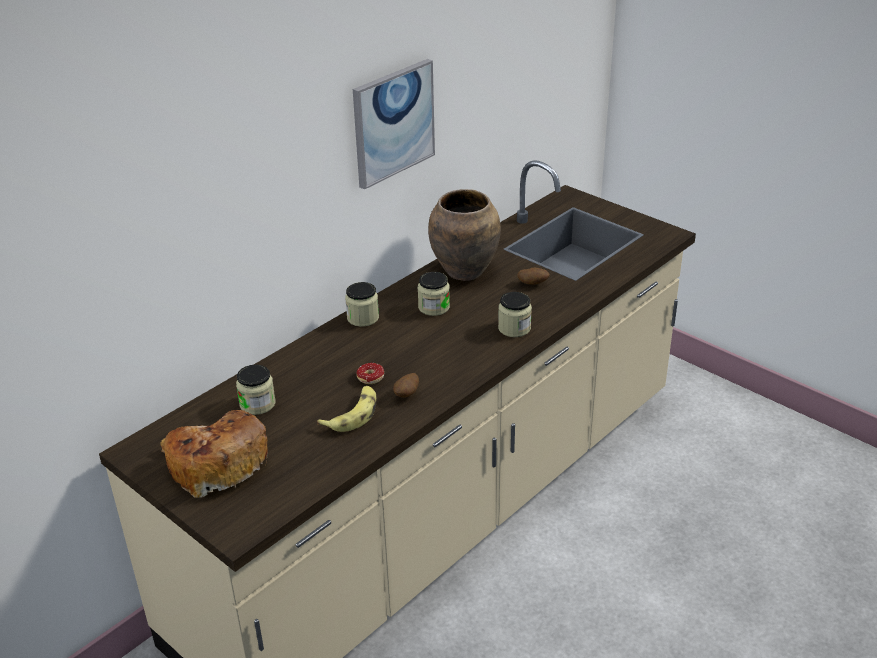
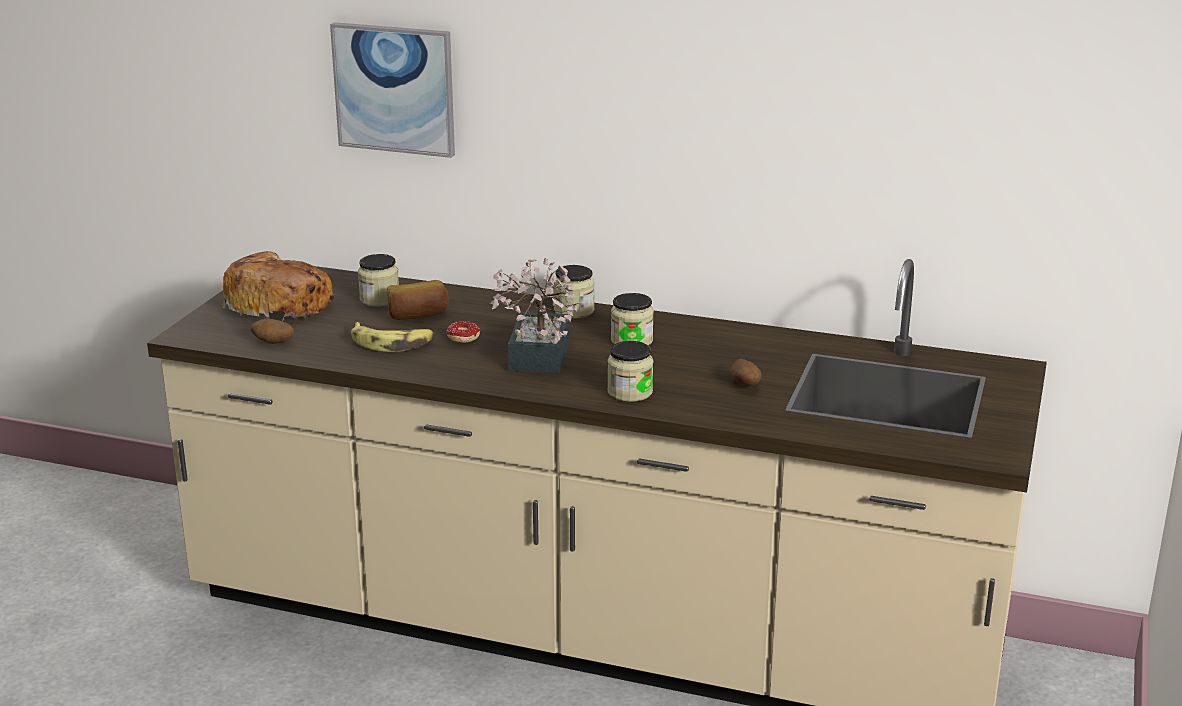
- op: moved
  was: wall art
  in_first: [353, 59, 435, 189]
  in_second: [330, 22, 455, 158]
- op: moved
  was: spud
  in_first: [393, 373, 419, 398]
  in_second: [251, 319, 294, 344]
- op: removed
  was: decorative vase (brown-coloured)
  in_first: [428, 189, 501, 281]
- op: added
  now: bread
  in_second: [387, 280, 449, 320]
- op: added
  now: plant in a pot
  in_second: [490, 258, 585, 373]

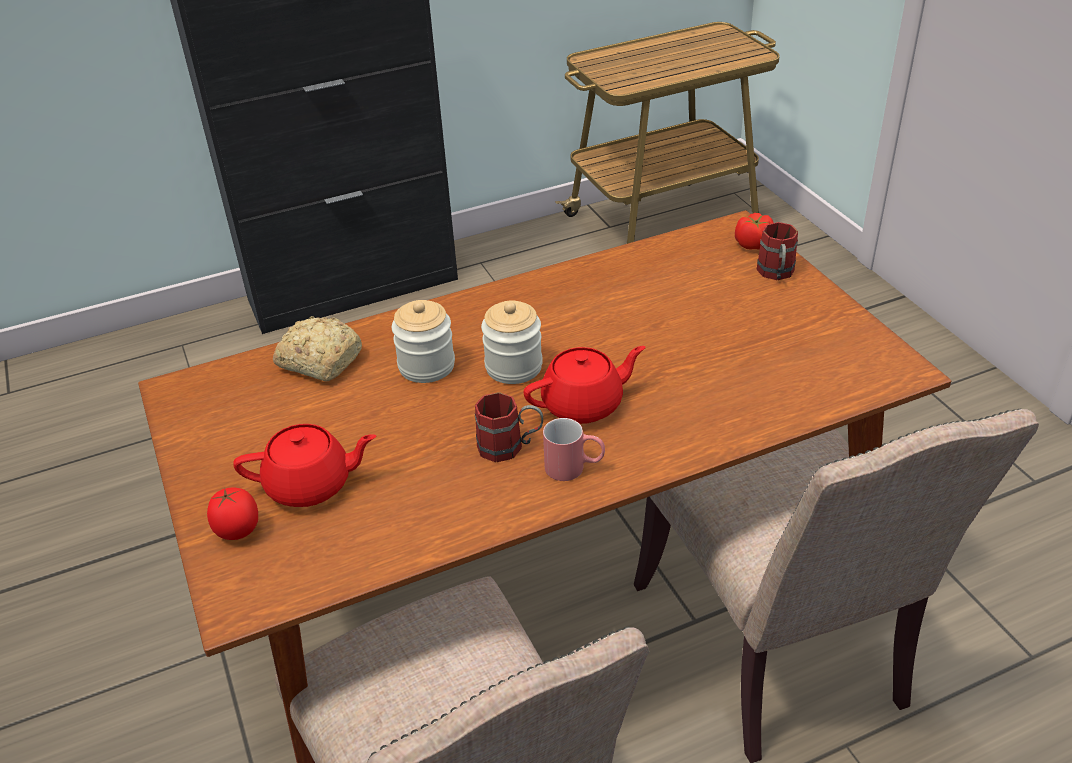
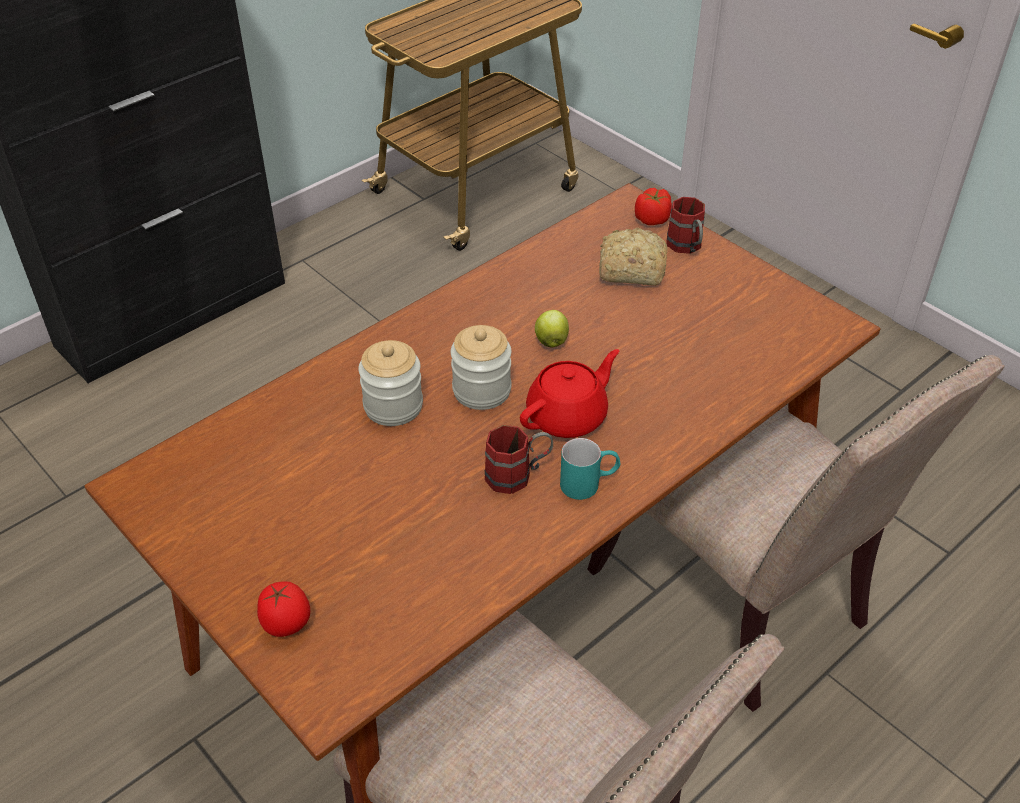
- op: removed
  was: tea pot (red-coloured)
  in_first: [233, 424, 376, 507]
- op: moved
  was: bread
  in_first: [273, 316, 362, 381]
  in_second: [599, 228, 668, 286]
- op: recoloured
  was: tea mug (red-coloured)
  now: tea mug (blue-green)
  in_first: [543, 418, 605, 481]
  in_second: [560, 438, 620, 500]
- op: added
  now: apple fruit
  in_second: [535, 310, 569, 348]

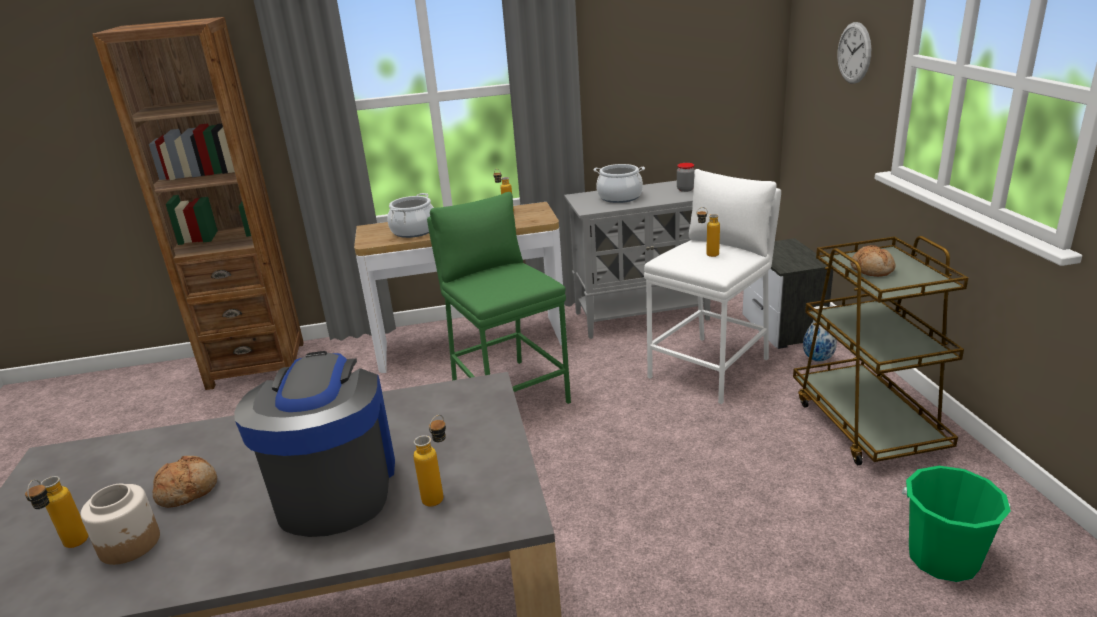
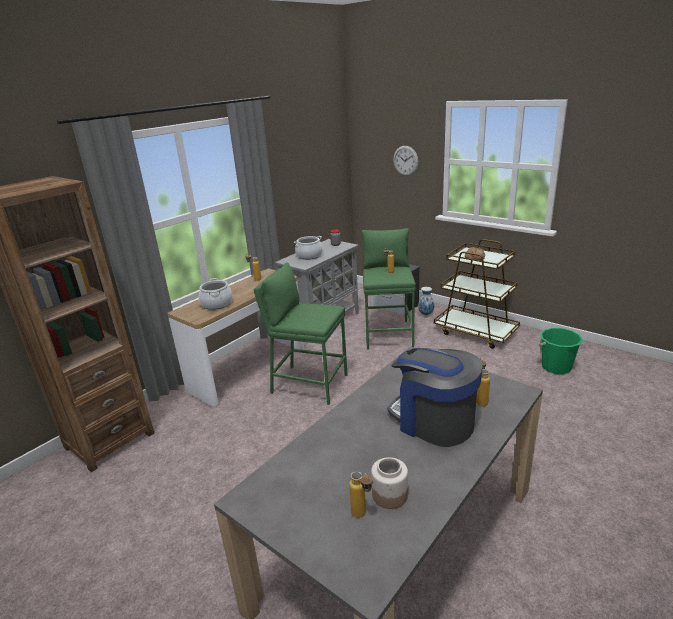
- op: removed
  was: bread
  in_first: [153, 456, 217, 508]
- op: recoloured
  was: stool (white)
  now: stool (greenish)
  in_first: [644, 169, 781, 404]
  in_second: [362, 228, 416, 349]

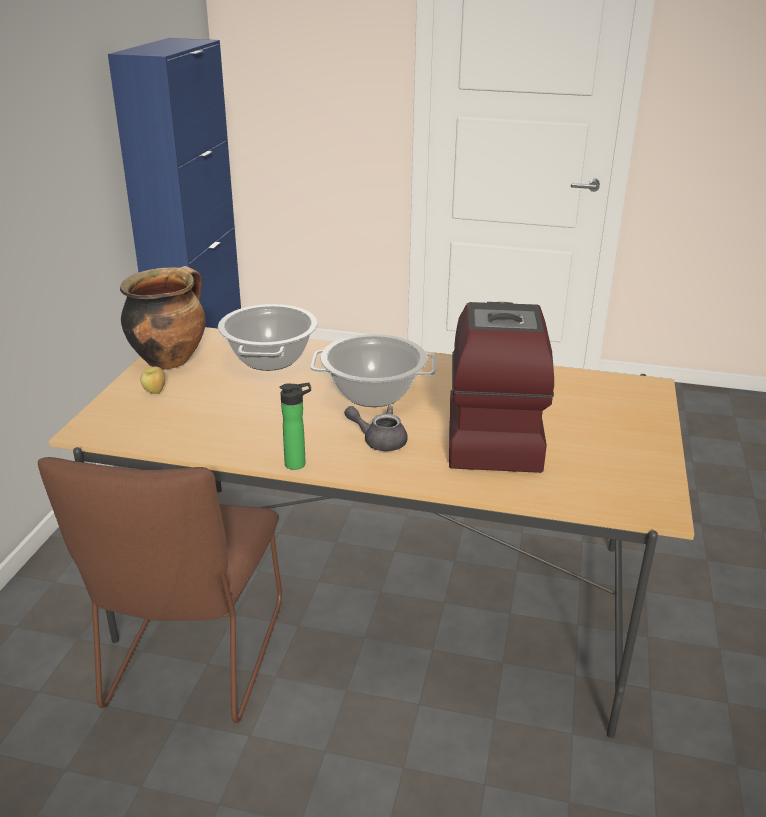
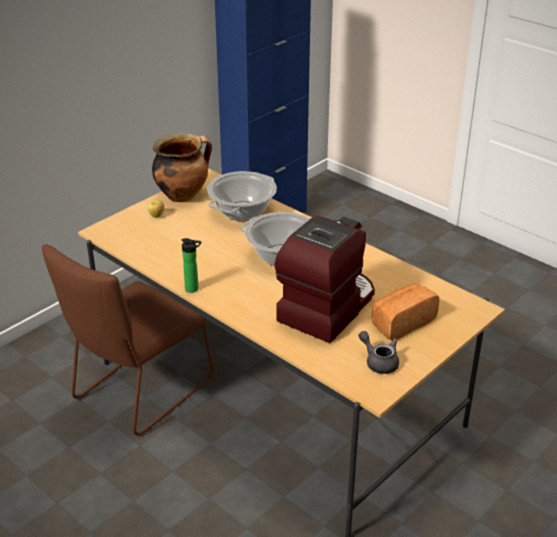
- op: moved
  was: tea pot (greyish)
  in_first: [344, 406, 408, 451]
  in_second: [359, 331, 399, 374]
- op: added
  now: bread
  in_second: [371, 283, 439, 341]

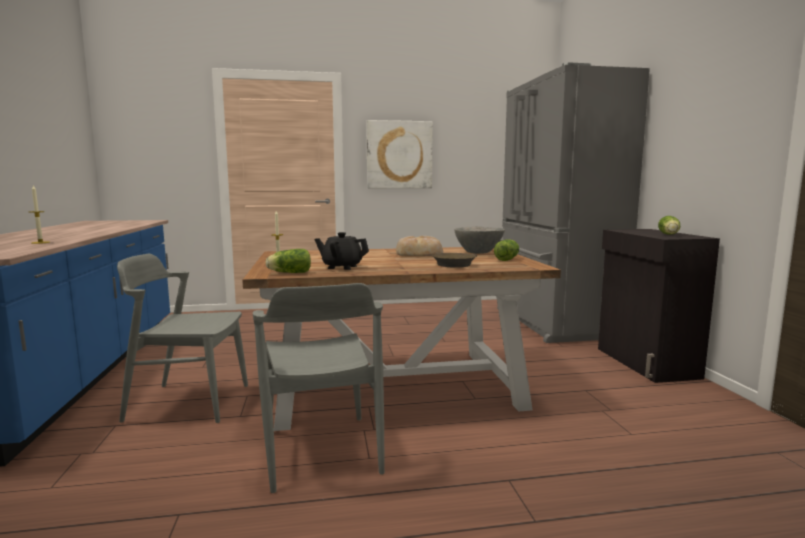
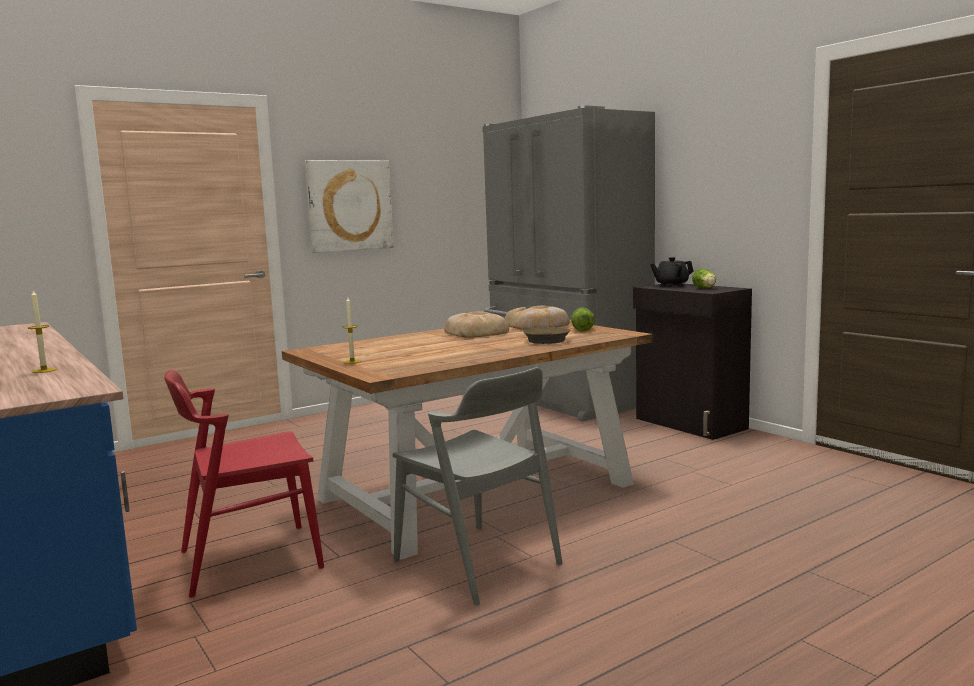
- op: recoloured
  was: plain chair (greyish)
  now: plain chair (red-coloured)
  in_first: [117, 254, 248, 423]
  in_second: [164, 370, 324, 598]
- op: removed
  was: lettuce
  in_first: [265, 249, 311, 273]
- op: moved
  was: tea pot (black-coloured)
  in_first: [314, 232, 369, 270]
  in_second: [650, 257, 694, 287]
- op: replaced
  was: deep dish (greyish)
  now: bread
  in_first: [454, 226, 505, 254]
  in_second: [504, 306, 570, 330]

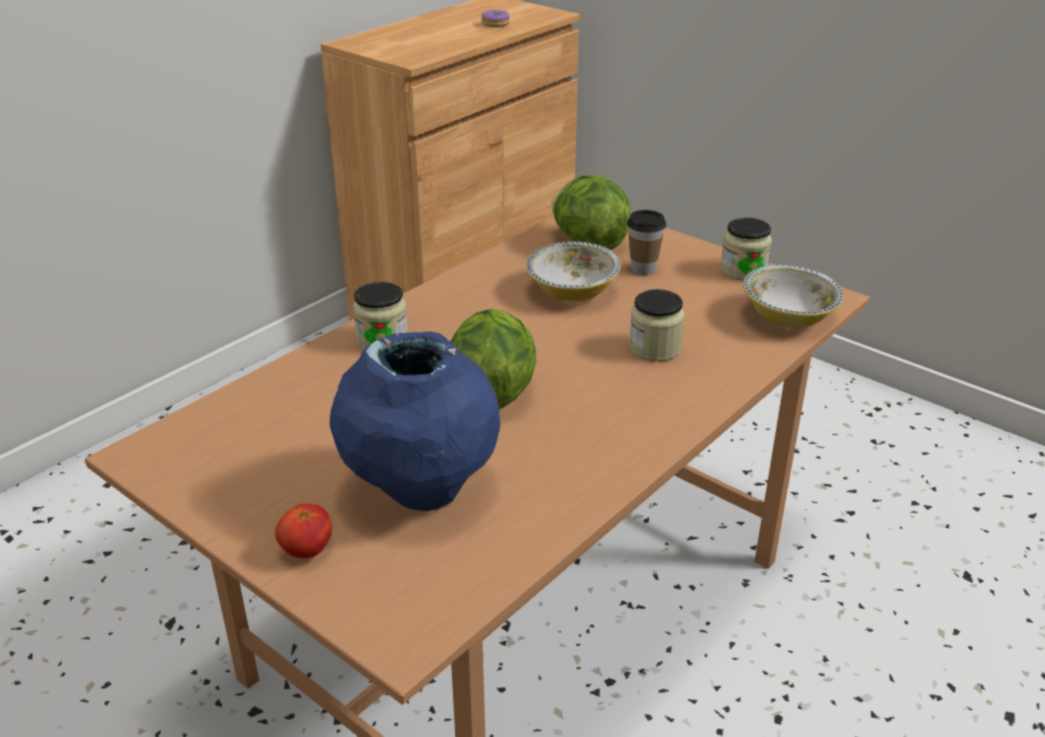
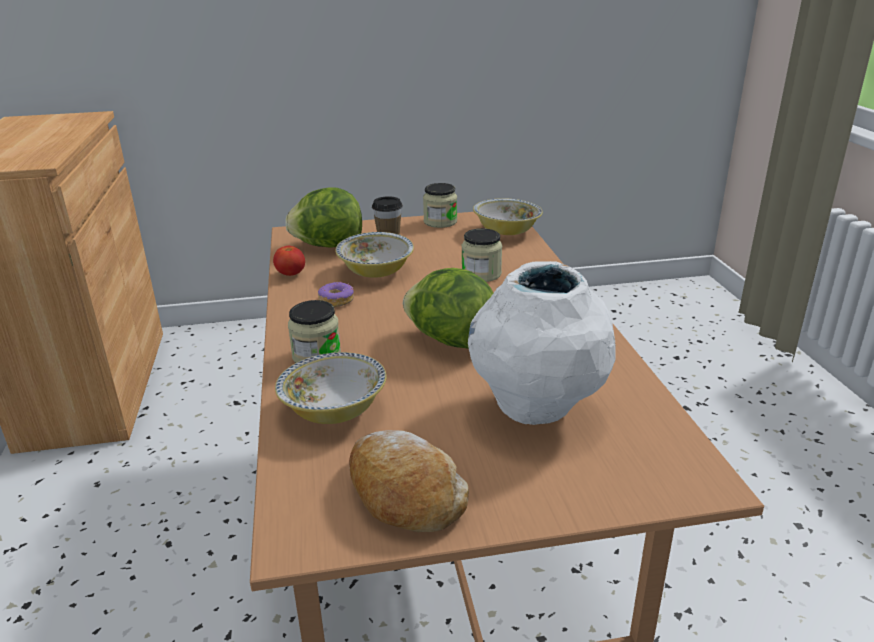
- op: moved
  was: fresh tomato
  in_first: [275, 503, 332, 558]
  in_second: [273, 246, 305, 276]
- op: recoloured
  was: decorative vase (bluish)
  now: decorative vase (white)
  in_first: [330, 331, 500, 511]
  in_second: [468, 261, 615, 425]
- op: moved
  was: donut
  in_first: [481, 9, 510, 27]
  in_second: [318, 282, 354, 307]
- op: added
  now: deep dish
  in_second: [275, 352, 387, 424]
- op: added
  now: bread
  in_second: [349, 430, 469, 532]

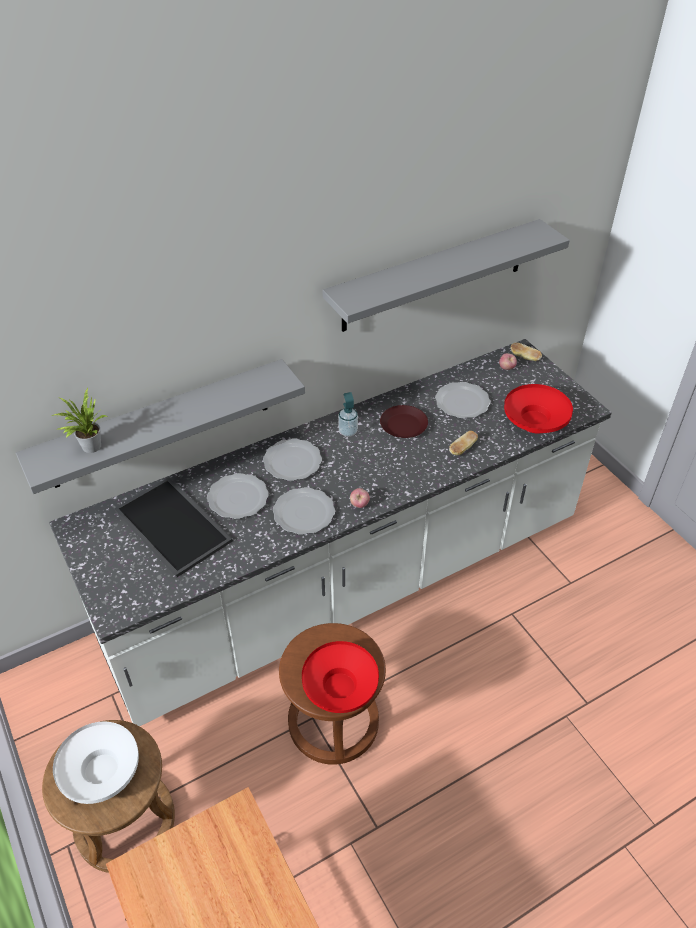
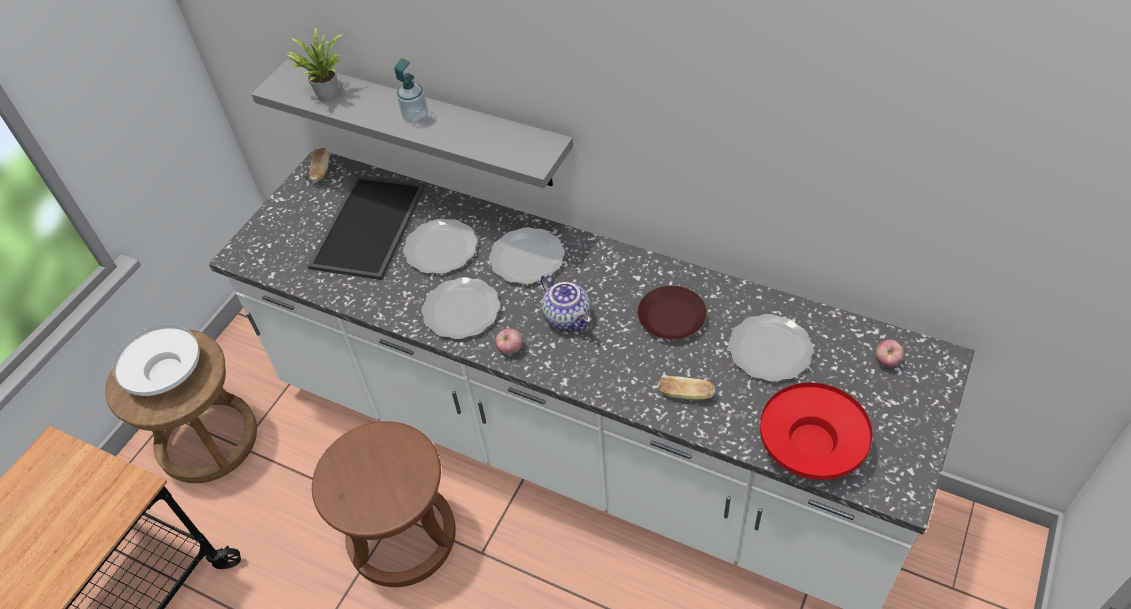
- op: removed
  was: deep dish (red-coloured)
  in_first: [302, 641, 379, 713]
- op: removed
  was: shelf (greyish)
  in_first: [322, 219, 570, 332]
- op: moved
  was: liquid soap bottle
  in_first: [338, 392, 358, 437]
  in_second: [394, 58, 428, 124]
- op: moved
  was: bread
  in_first: [510, 343, 542, 361]
  in_second: [309, 148, 329, 182]
- op: added
  now: tea pot
  in_second: [541, 274, 591, 331]

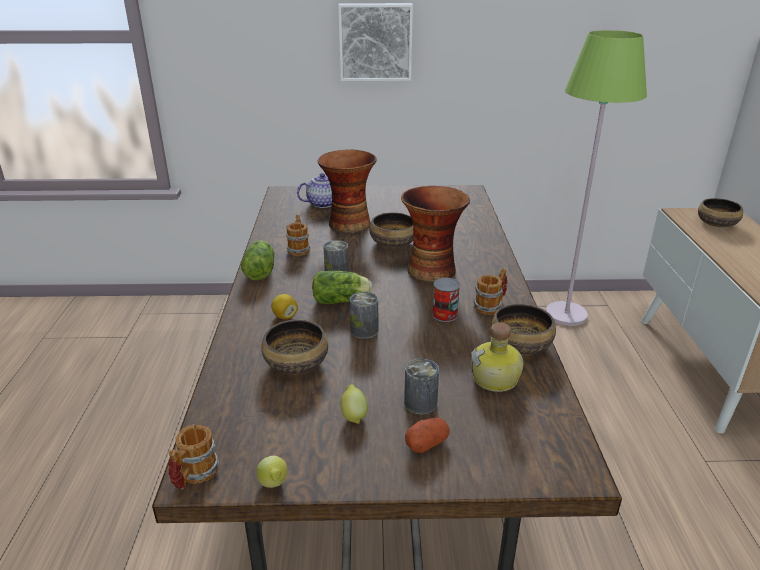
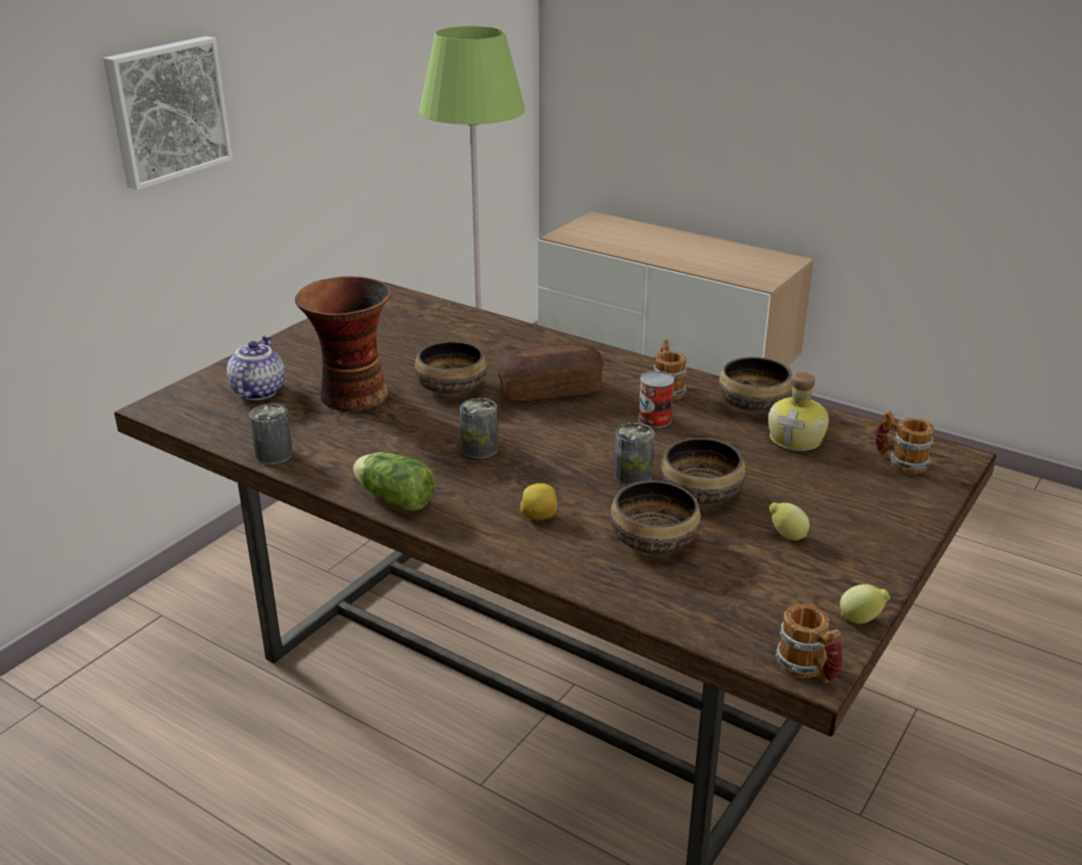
- op: moved
  was: tea mug
  in_first: [286, 215, 310, 256]
  in_second: [875, 410, 934, 474]
- op: removed
  was: lettuce
  in_first: [312, 271, 372, 304]
- op: replaced
  was: decorative vase
  now: bread
  in_first: [401, 186, 470, 282]
  in_second: [498, 343, 603, 401]
- op: moved
  was: metal can
  in_first: [404, 359, 439, 415]
  in_second: [249, 404, 293, 465]
- op: removed
  was: spud
  in_first: [405, 418, 450, 453]
- op: moved
  was: deep dish
  in_first: [698, 198, 743, 227]
  in_second: [660, 438, 746, 505]

